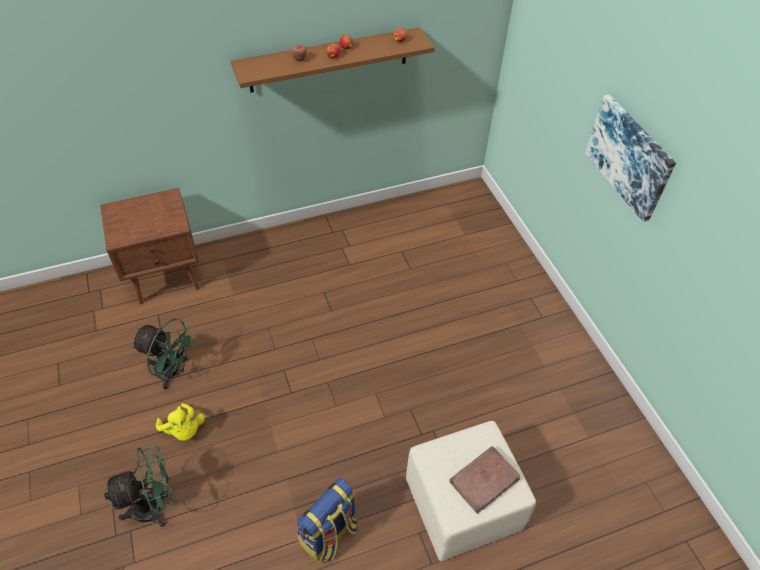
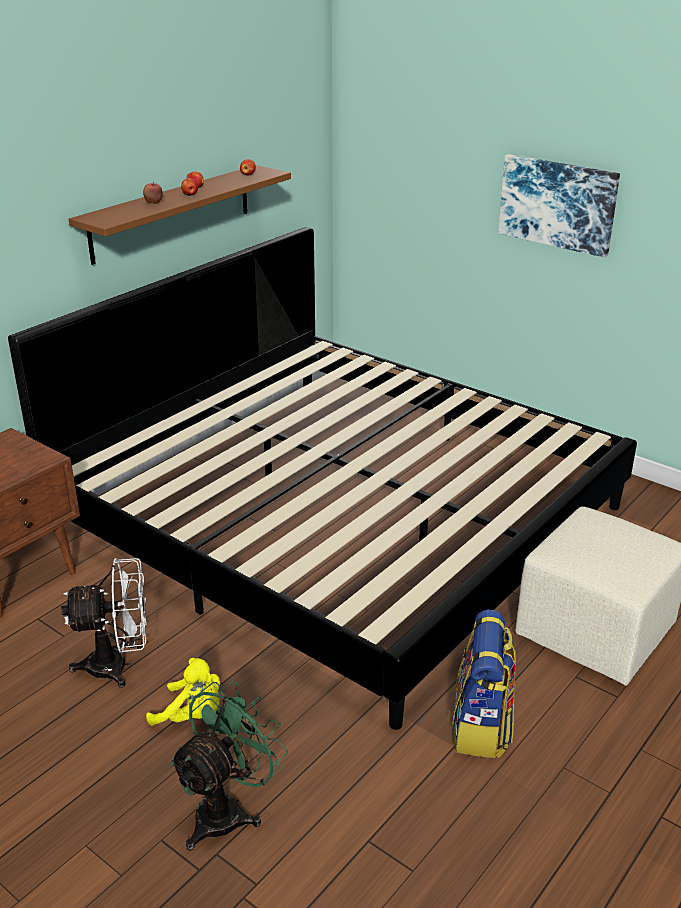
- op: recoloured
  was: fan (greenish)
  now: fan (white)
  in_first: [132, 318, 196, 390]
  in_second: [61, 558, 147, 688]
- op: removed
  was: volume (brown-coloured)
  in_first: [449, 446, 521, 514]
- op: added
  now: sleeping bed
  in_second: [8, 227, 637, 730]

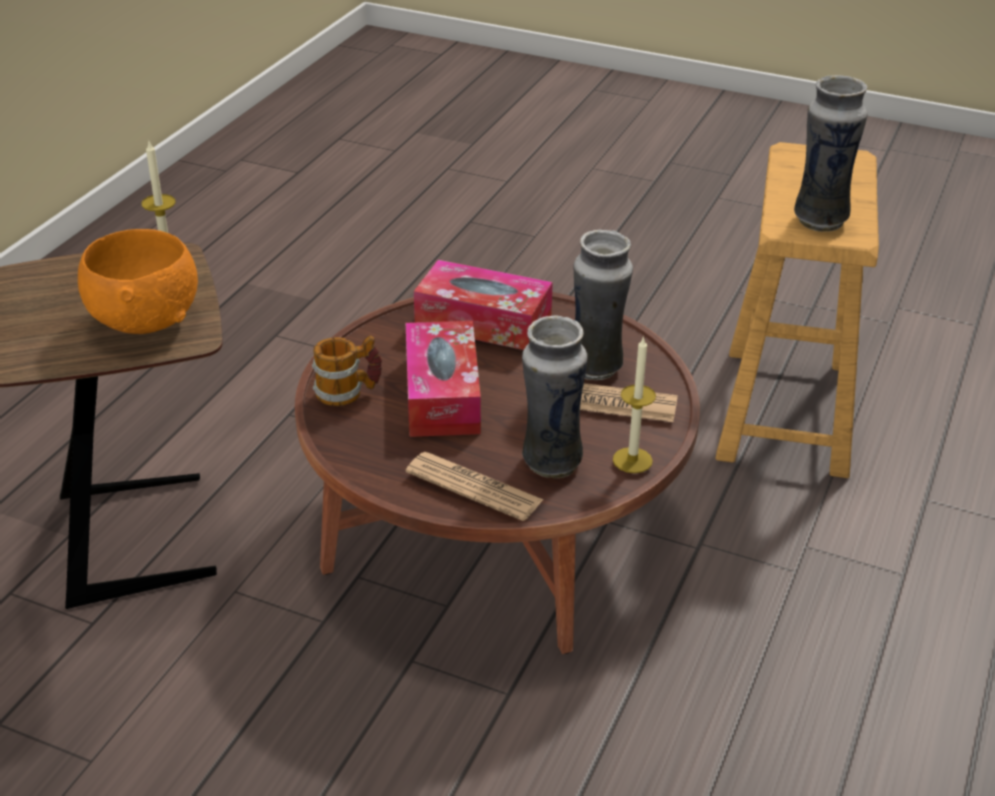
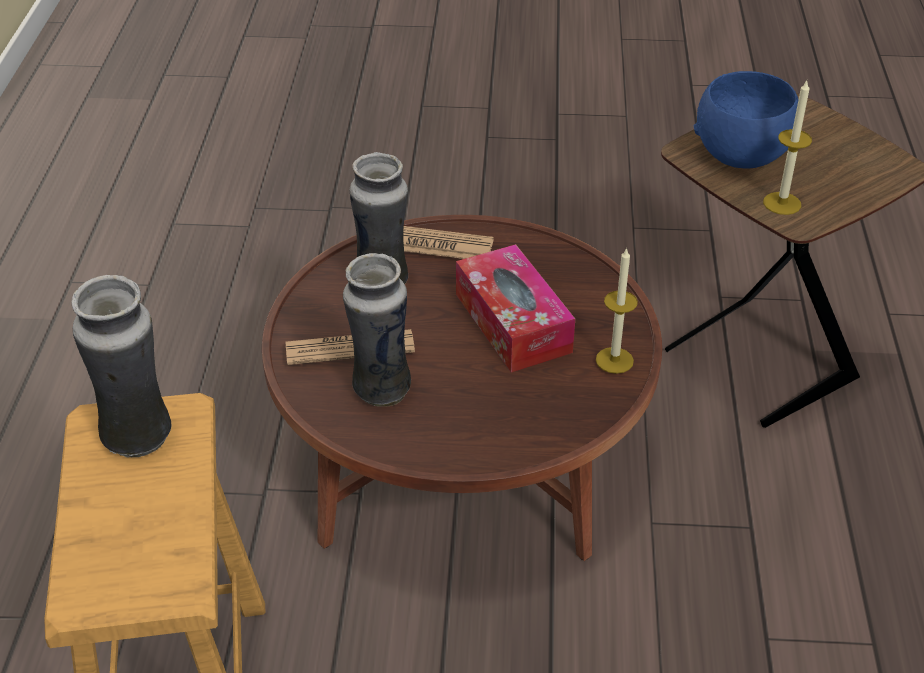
- op: recoloured
  was: deep dish (orange)
  now: deep dish (bluish)
  in_first: [78, 229, 198, 334]
  in_second: [694, 71, 799, 168]
- op: removed
  was: tea mug
  in_first: [312, 335, 382, 406]
- op: removed
  was: tissue holder
  in_first: [414, 260, 553, 350]
- op: moved
  was: wax candle
  in_first: [613, 336, 656, 473]
  in_second: [596, 247, 638, 374]

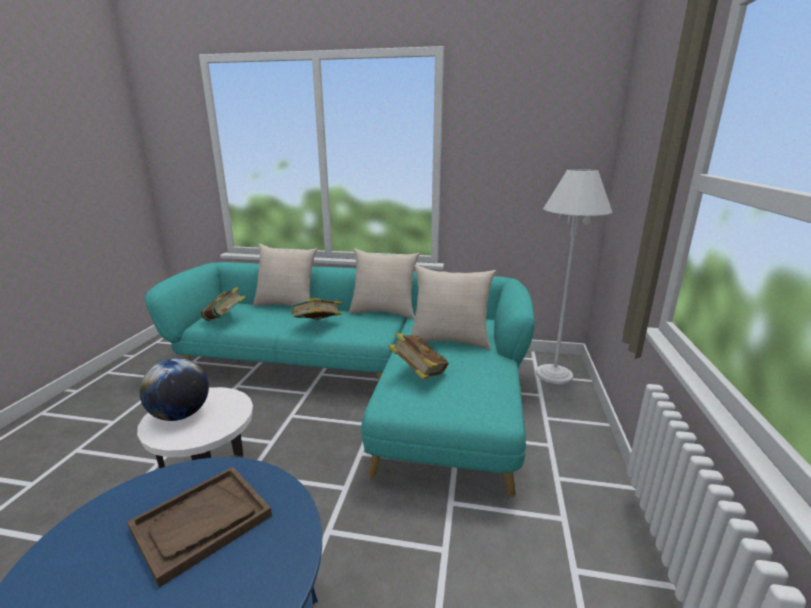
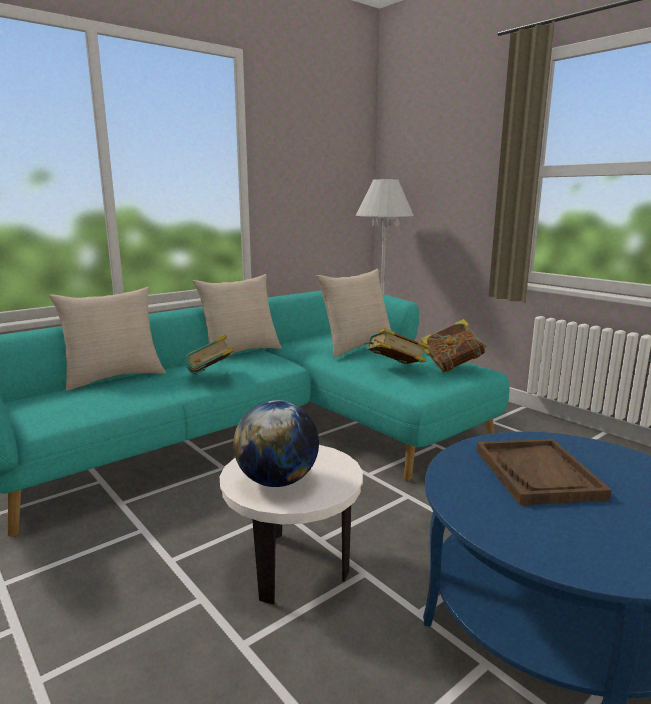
- op: moved
  was: volume
  in_first: [201, 287, 246, 321]
  in_second: [421, 319, 487, 372]

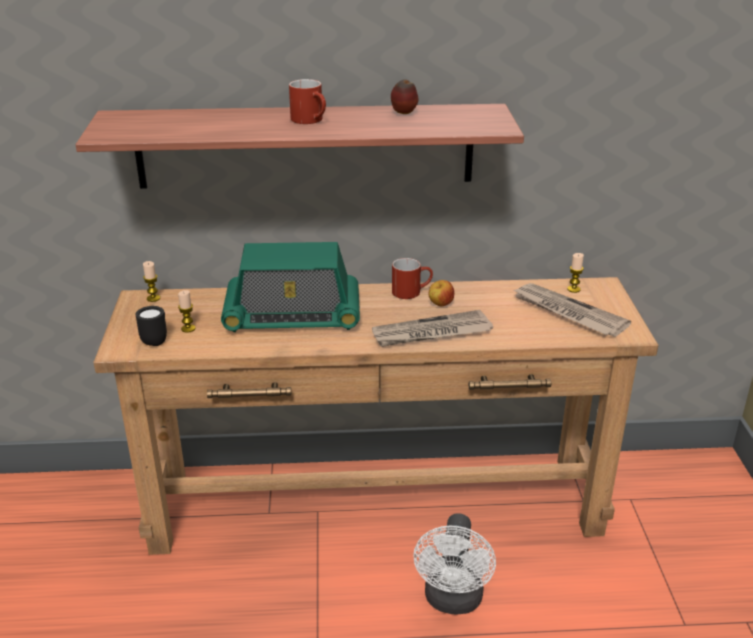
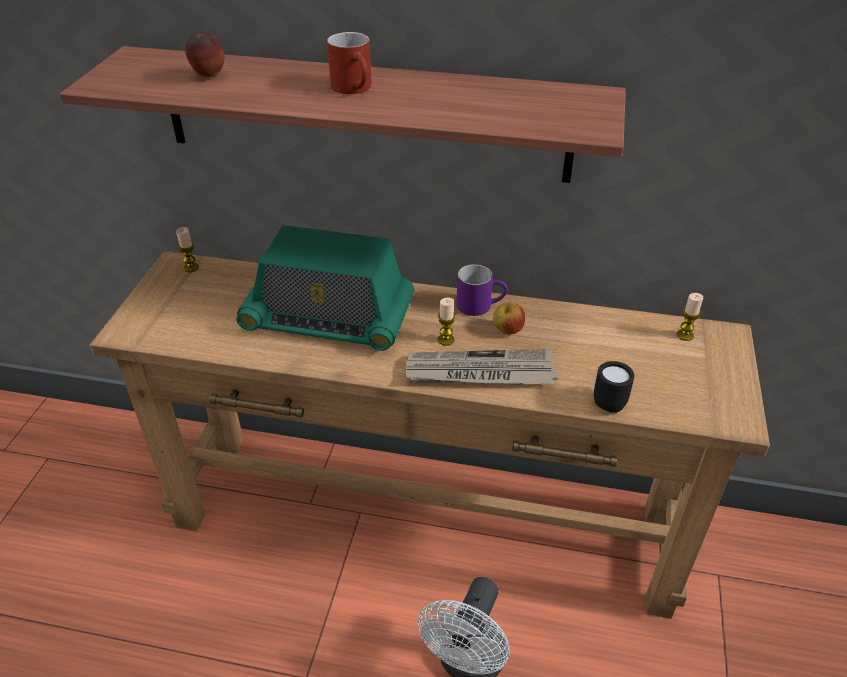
- op: moved
  was: tea mug (black-coloured)
  in_first: [136, 306, 167, 346]
  in_second: [594, 361, 634, 413]
- op: moved
  was: wax candle
  in_first: [178, 290, 196, 333]
  in_second: [438, 297, 455, 346]
- op: moved
  was: apple fruit
  in_first: [391, 79, 418, 114]
  in_second: [185, 31, 225, 77]
- op: recoloured
  was: tea mug (red-coloured)
  now: tea mug (purple)
  in_first: [392, 258, 433, 299]
  in_second: [456, 264, 507, 316]
- op: removed
  was: printed paper
  in_first: [513, 283, 631, 337]

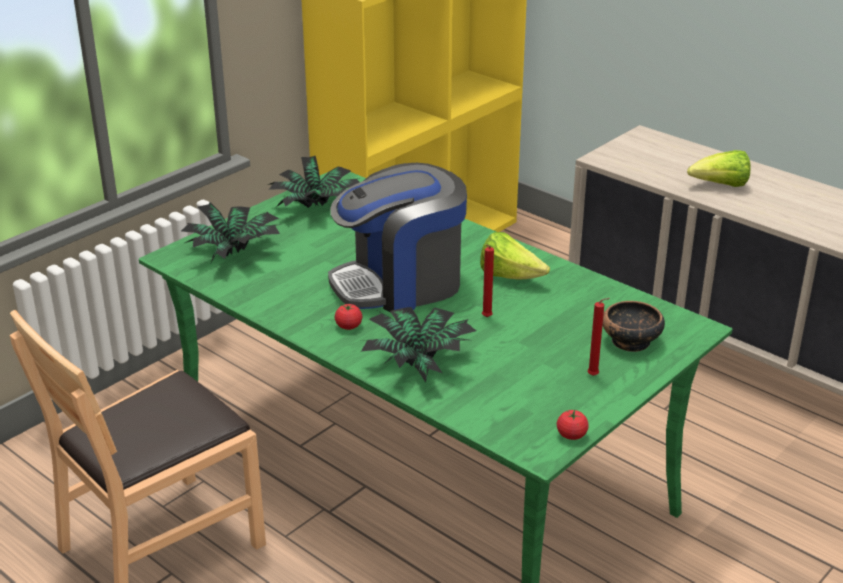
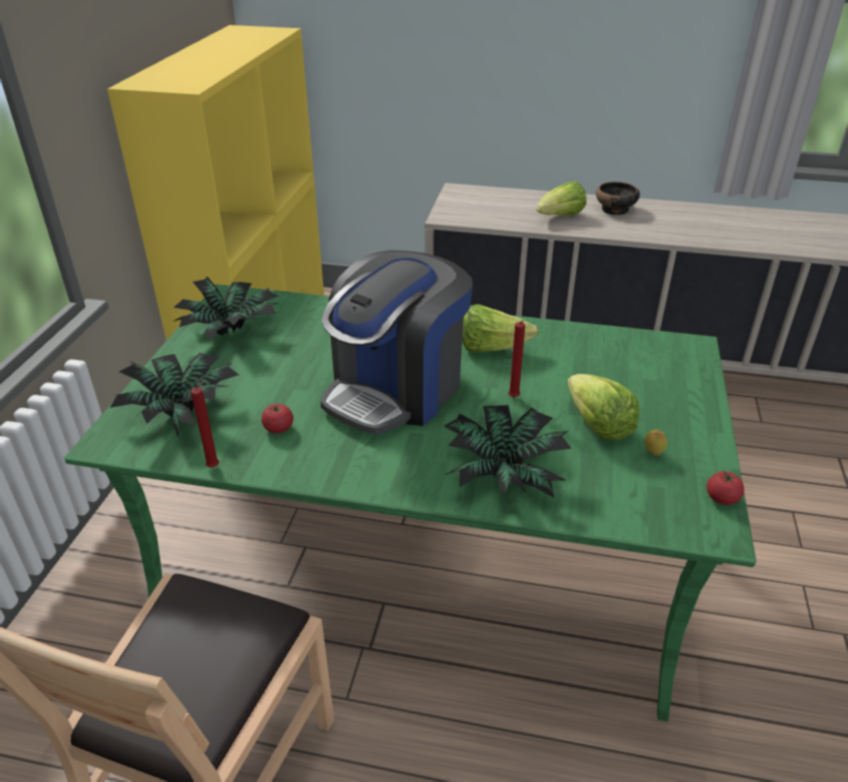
- op: moved
  was: fresh tomato
  in_first: [335, 304, 362, 330]
  in_second: [261, 404, 294, 433]
- op: moved
  was: wax candle (red-coloured)
  in_first: [588, 298, 610, 376]
  in_second: [191, 380, 219, 468]
- op: moved
  was: deep dish
  in_first: [603, 301, 665, 352]
  in_second: [596, 182, 640, 215]
- op: added
  now: lettuce
  in_second: [567, 374, 640, 440]
- op: added
  now: whole lemon
  in_second: [645, 430, 667, 456]

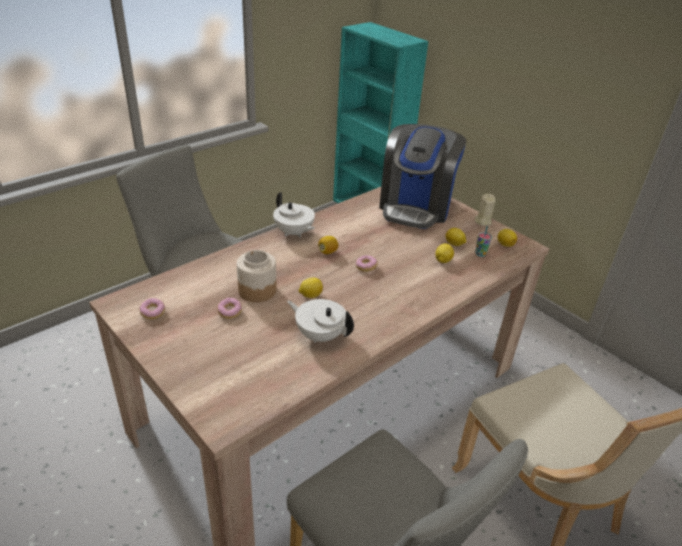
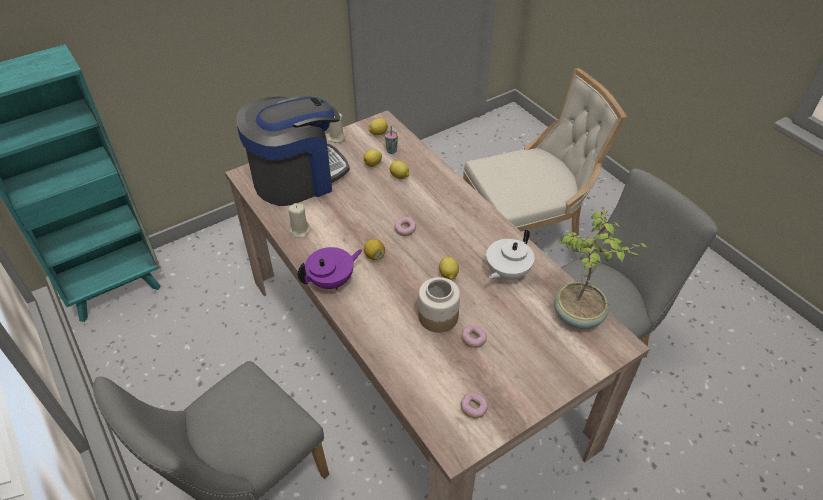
- op: recoloured
  was: tea pot (white)
  now: tea pot (purple)
  in_first: [273, 192, 315, 238]
  in_second: [298, 247, 363, 290]
- op: turned
  was: coffee machine
  in_first: [379, 124, 466, 229]
  in_second: [236, 96, 350, 206]
  clockwise: -60
- op: added
  now: wax candle (sand-coloured)
  in_second: [288, 203, 311, 238]
- op: added
  now: plant in a pot
  in_second: [554, 210, 648, 329]

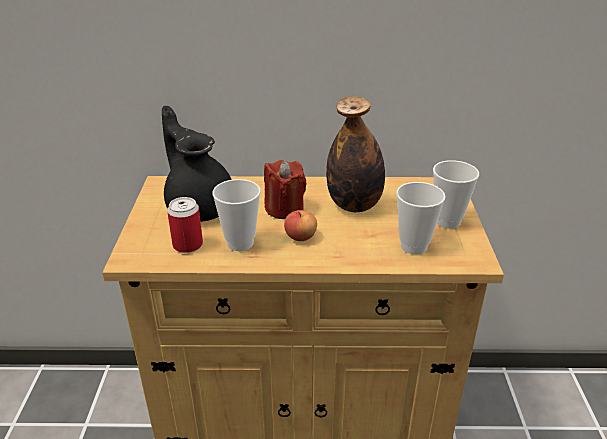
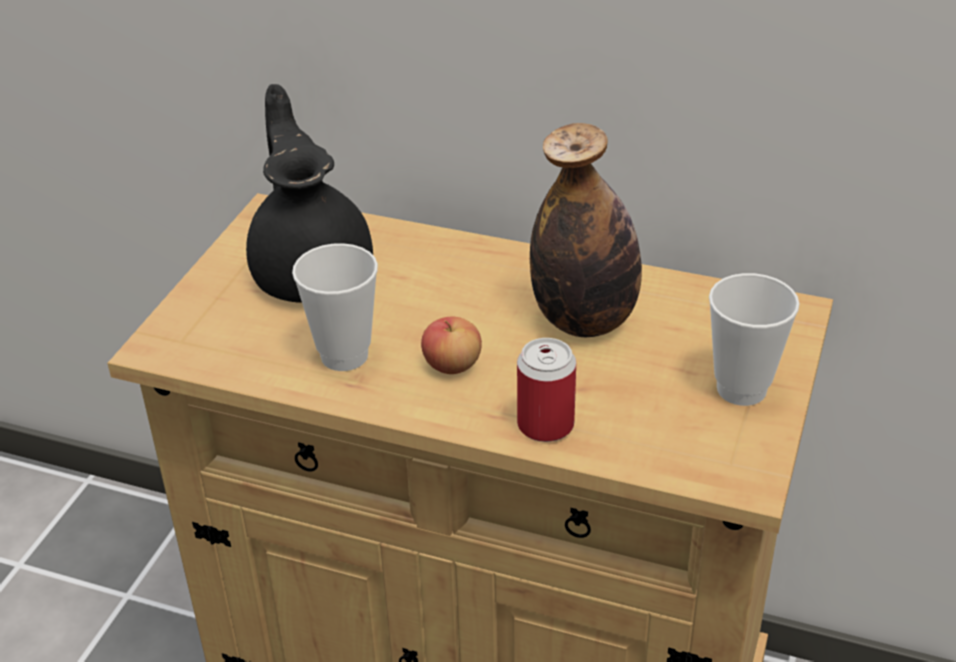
- op: moved
  was: metal can
  in_first: [167, 197, 203, 253]
  in_second: [517, 338, 576, 442]
- op: removed
  was: wax candle (red-coloured)
  in_first: [264, 160, 307, 219]
- op: removed
  was: small cup
  in_first: [396, 182, 445, 254]

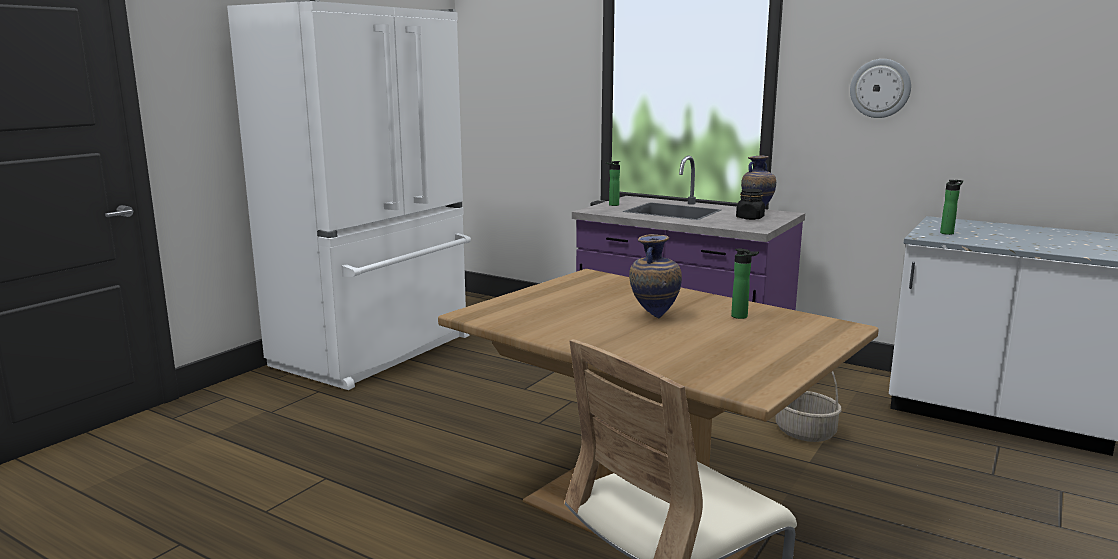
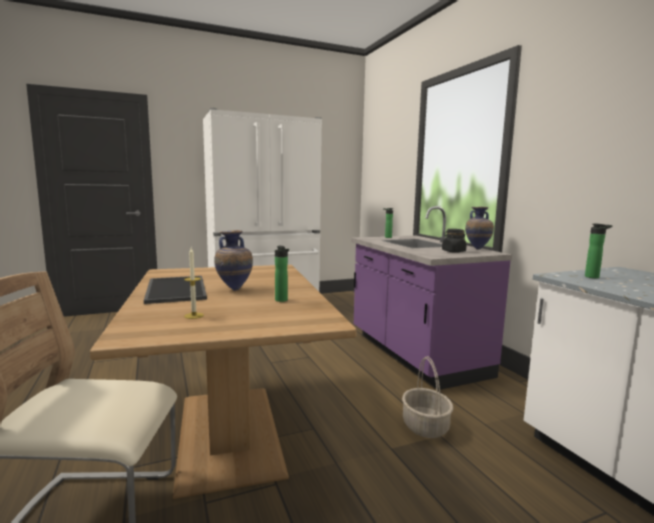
- op: removed
  was: hanging clock
  in_first: [850, 59, 911, 118]
- op: added
  now: carrying tray
  in_second: [144, 276, 207, 304]
- op: added
  now: wax candle
  in_second: [184, 248, 204, 319]

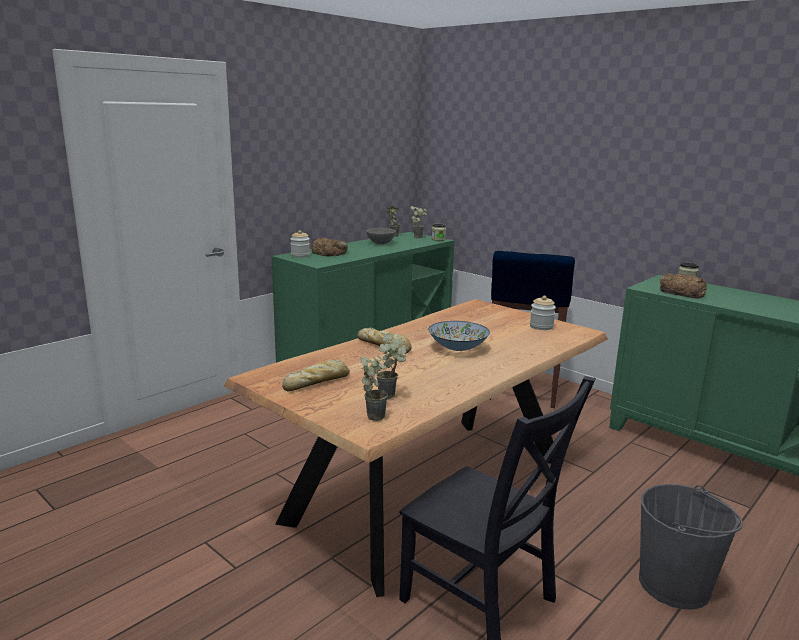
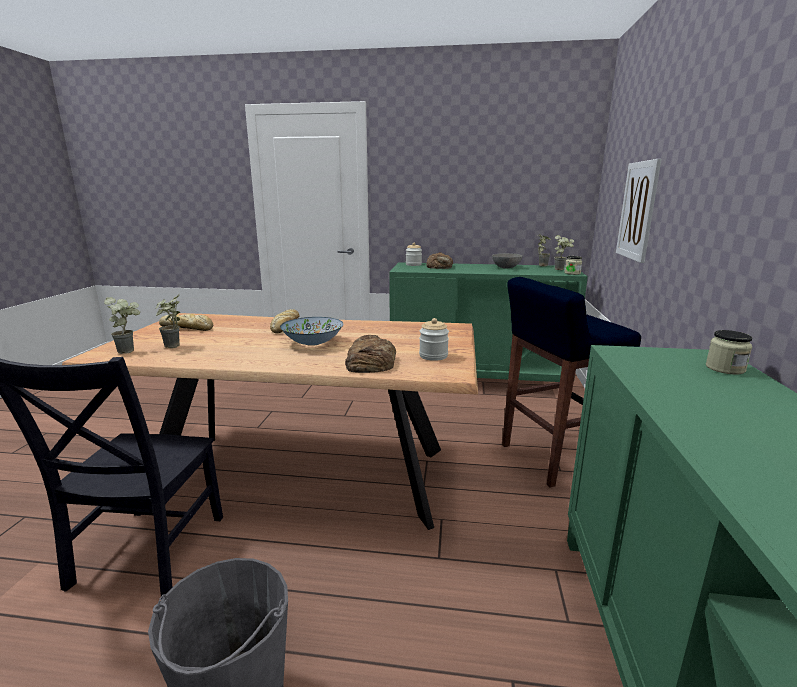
- op: moved
  was: bread
  in_first: [659, 273, 707, 299]
  in_second: [345, 335, 396, 373]
- op: added
  now: wall art
  in_second: [616, 159, 662, 263]

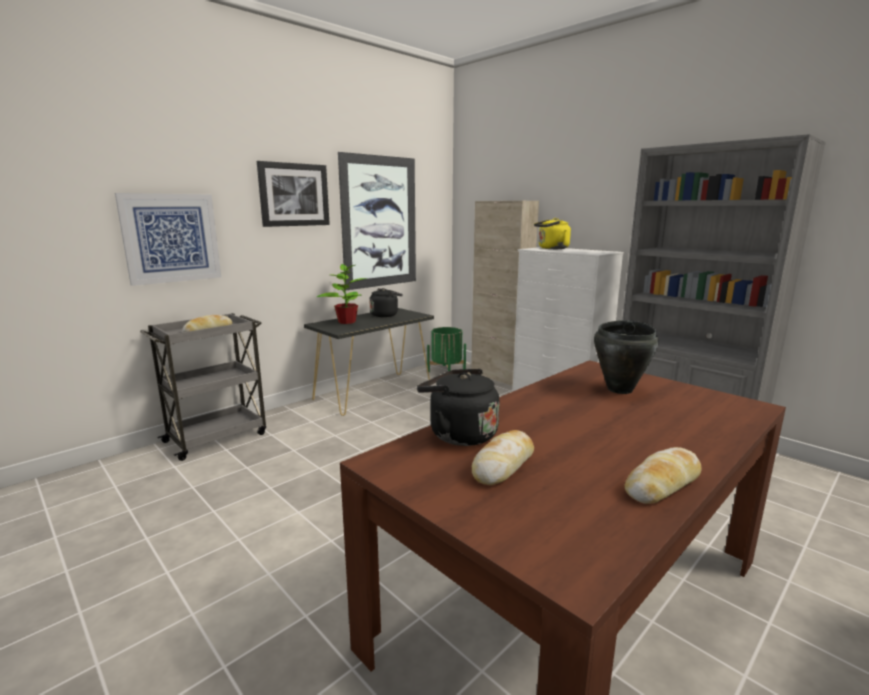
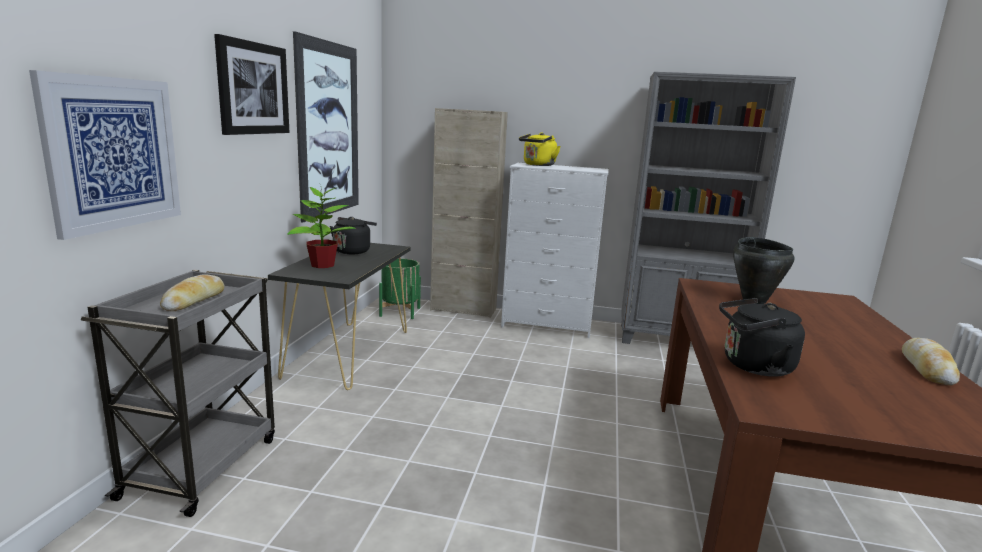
- op: removed
  was: bread
  in_first: [472, 430, 534, 485]

